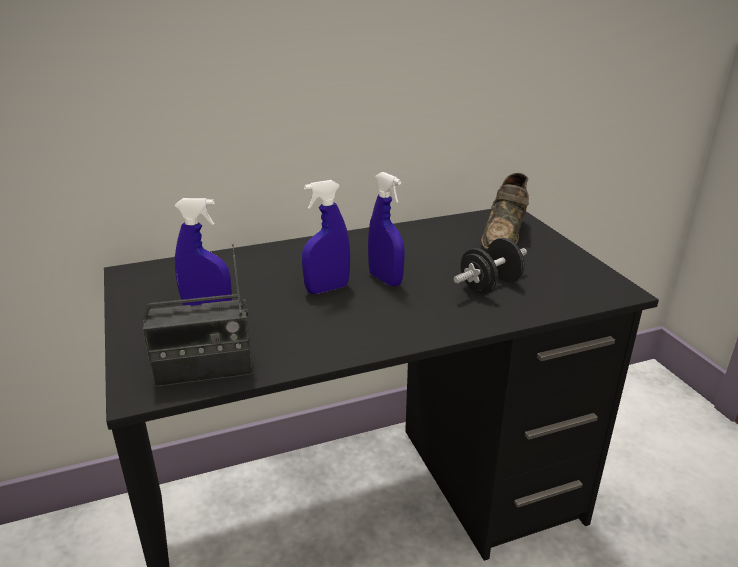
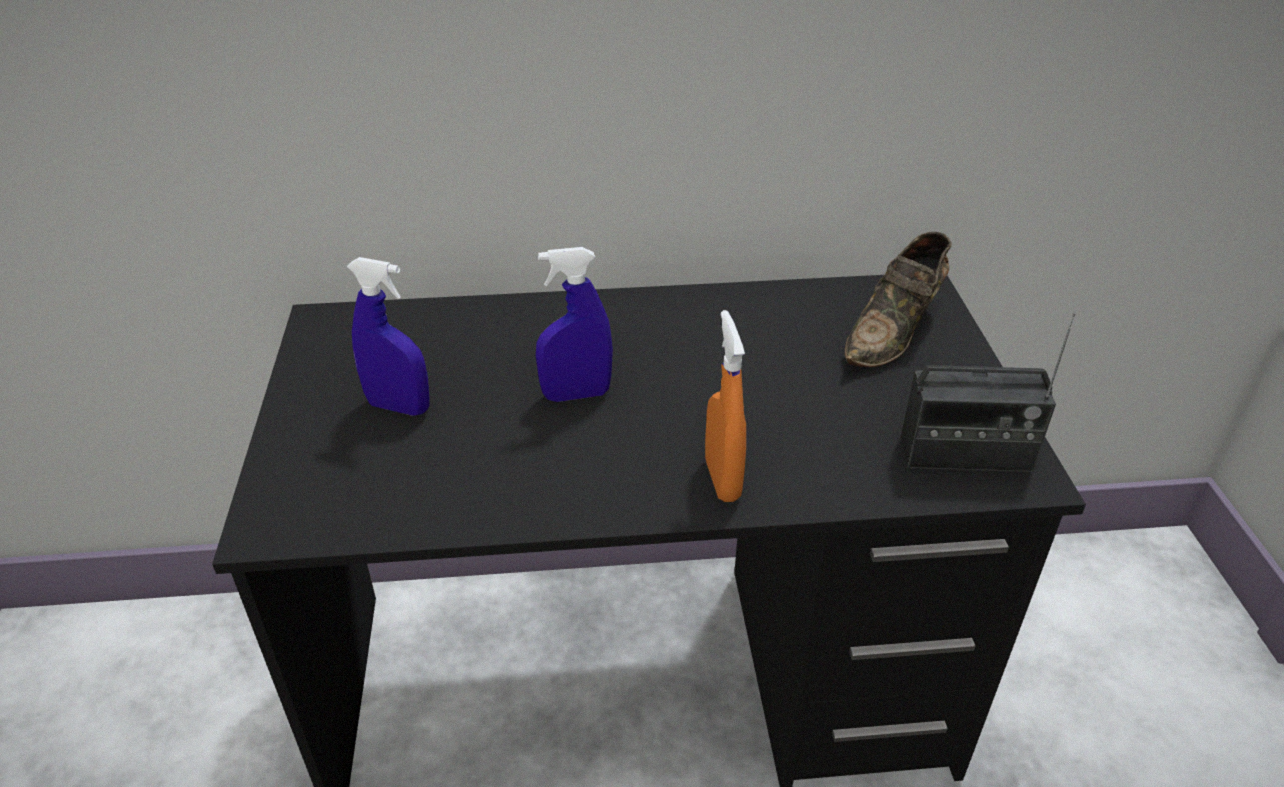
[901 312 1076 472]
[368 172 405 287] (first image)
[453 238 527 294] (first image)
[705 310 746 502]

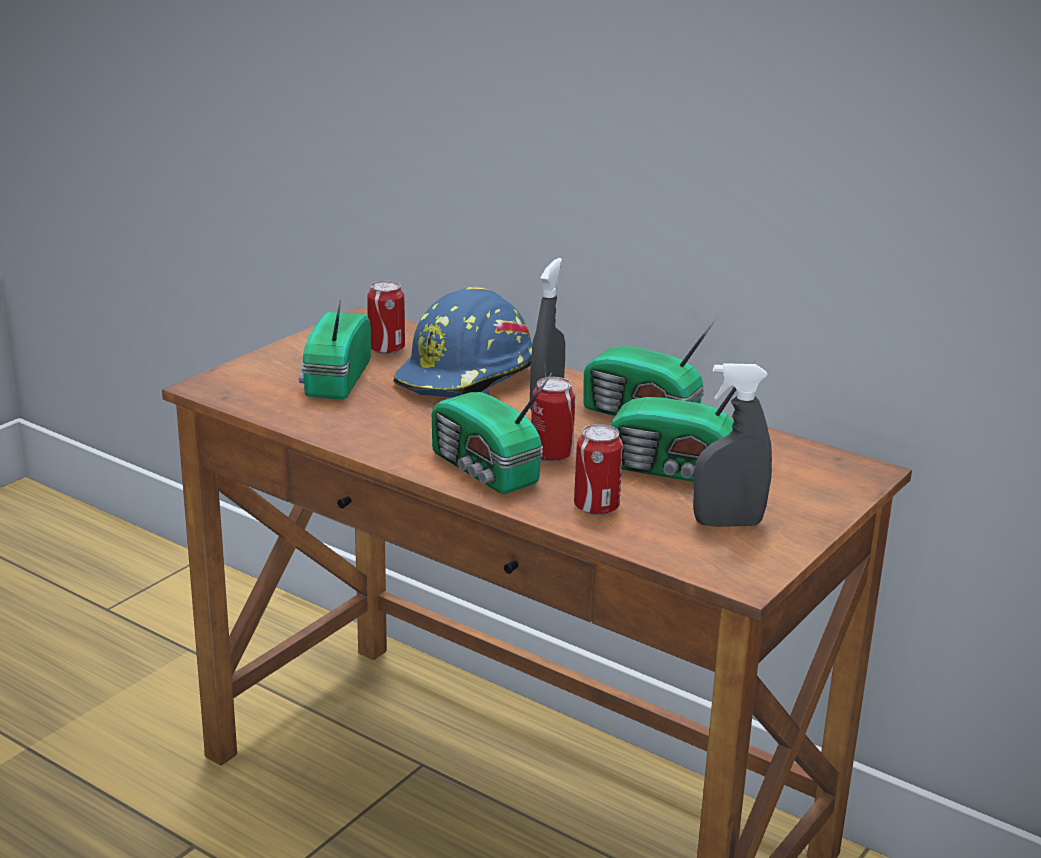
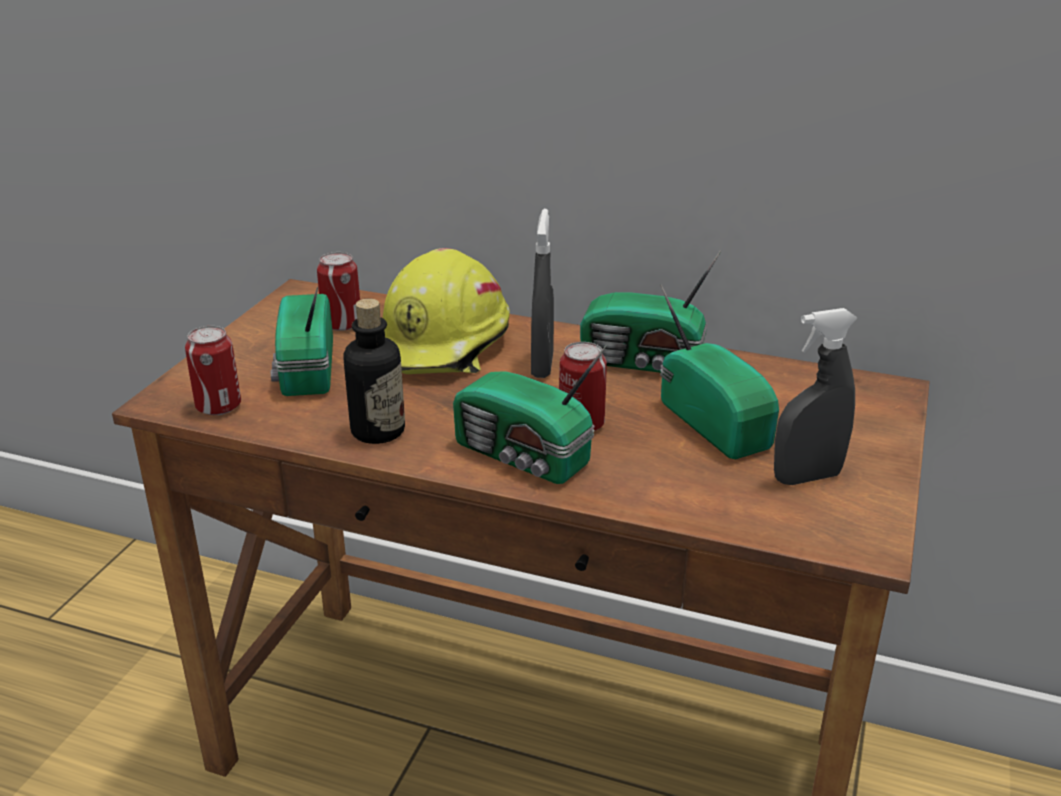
[383 248 510 374]
[185 326 241 415]
[660 284 779 459]
[343 298 405 444]

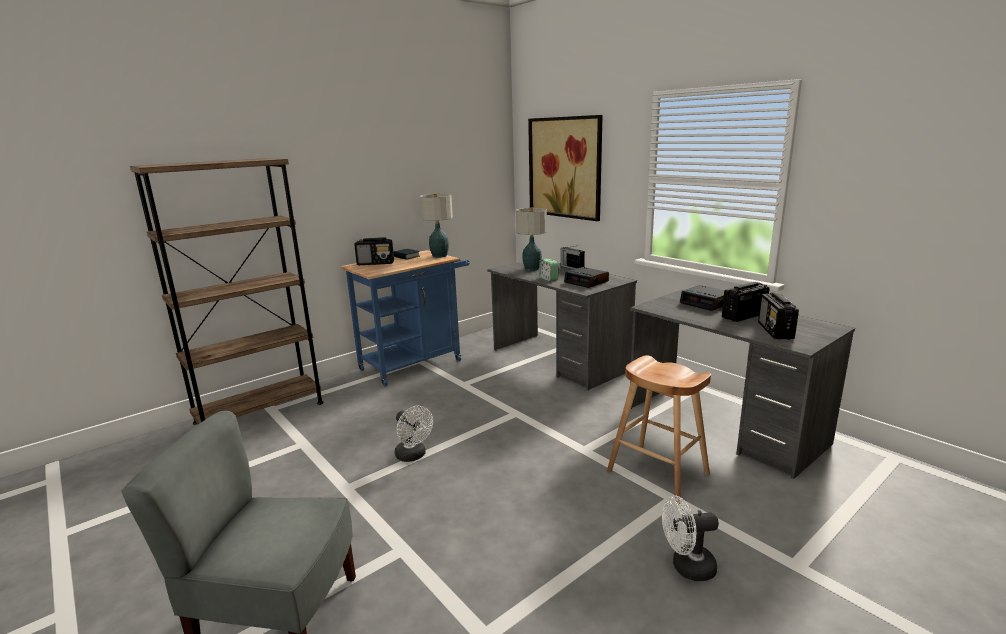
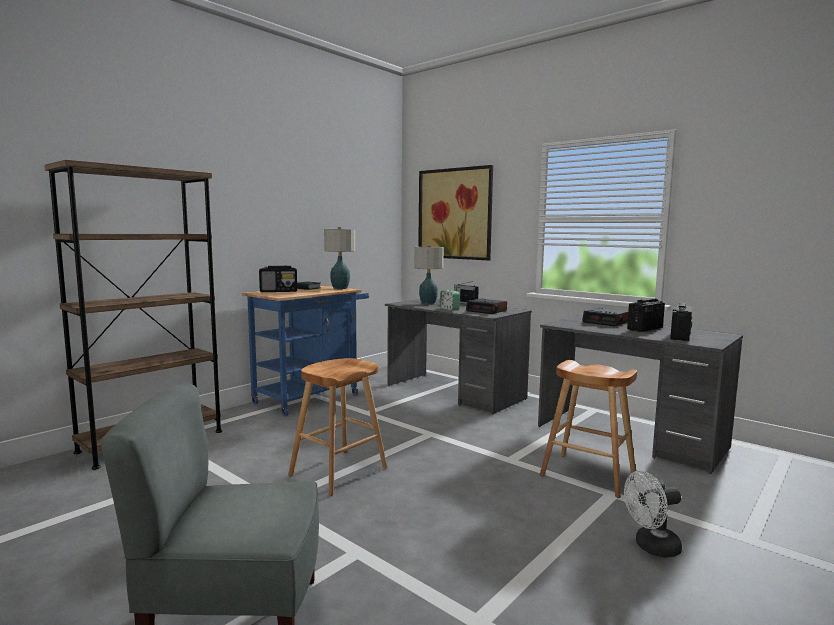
[288 358 387 496]
[670 303 692 341]

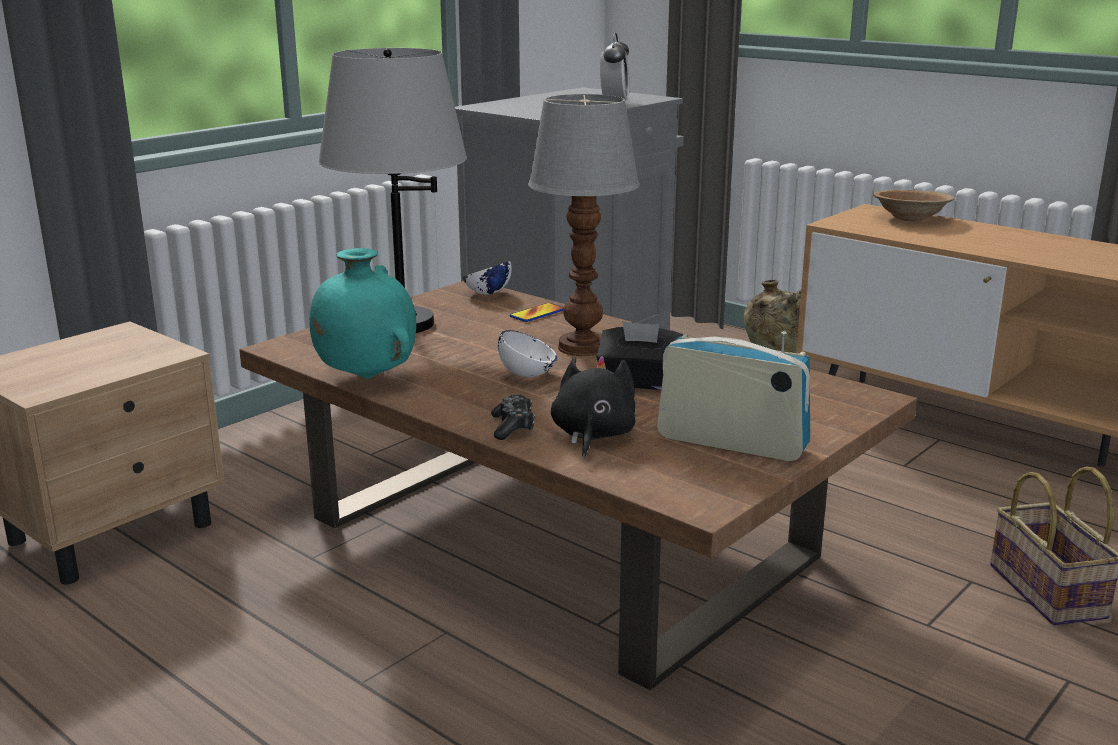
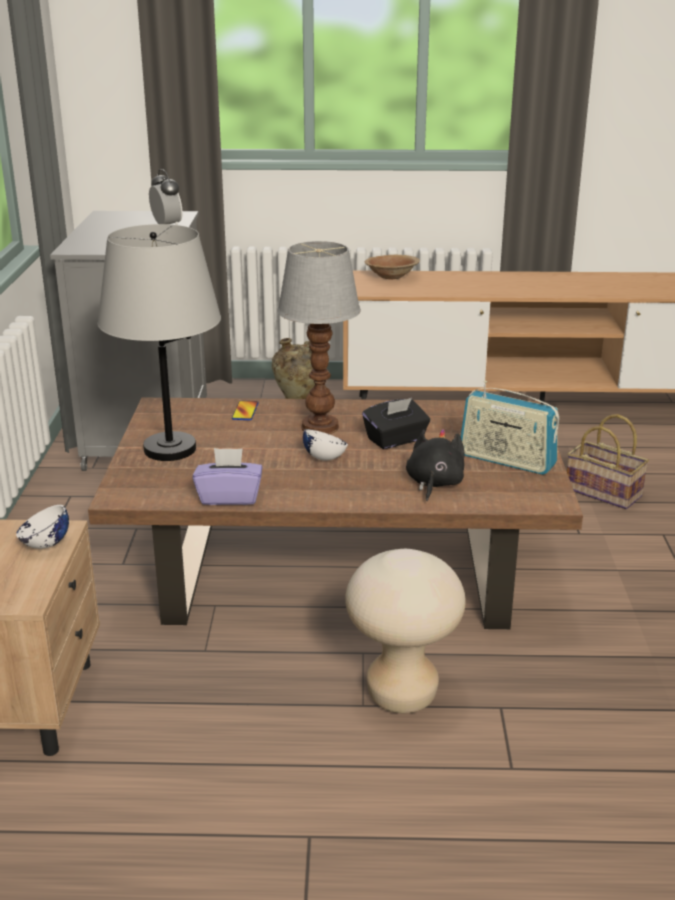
[192 448 263 505]
[16 505 69 549]
[491 395 535 440] (first image)
[406 429 464 501]
[461 381 559 475]
[345 549 466 713]

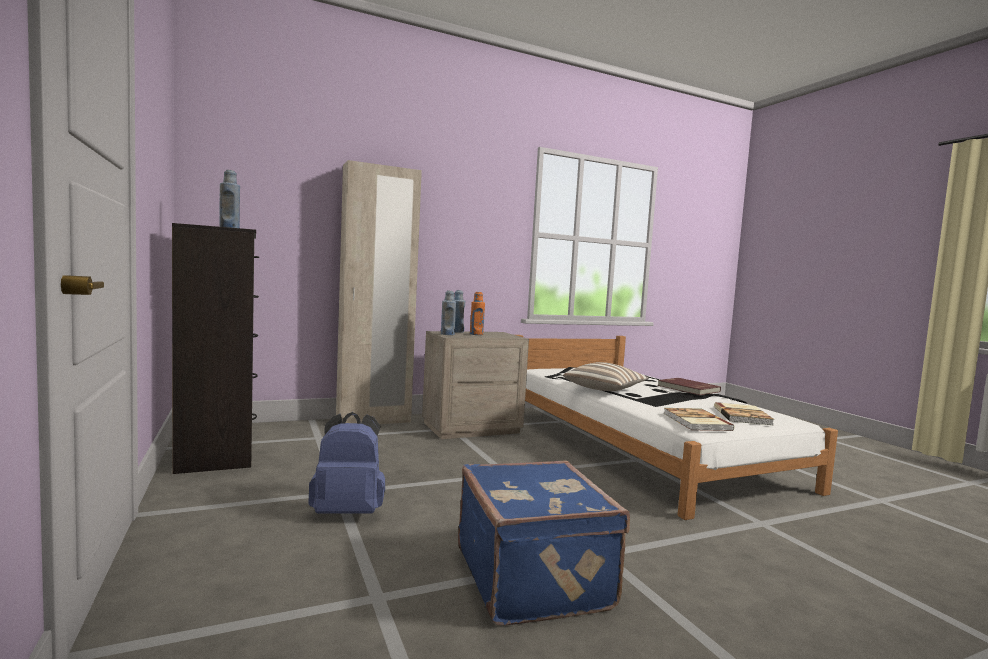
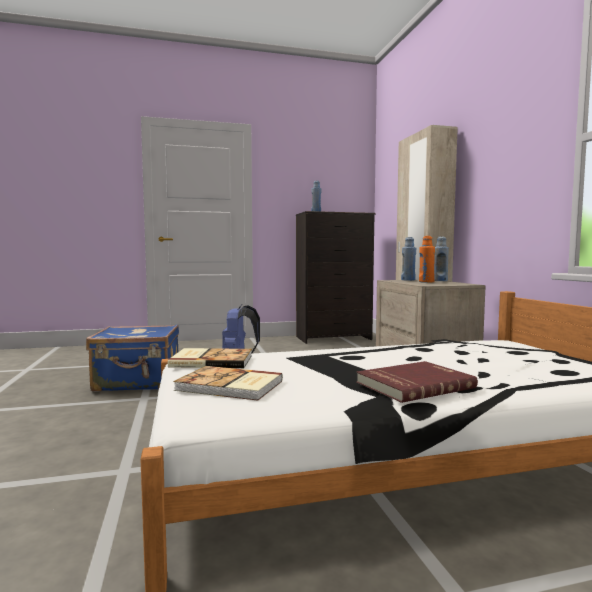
[563 362 649 391] (first image)

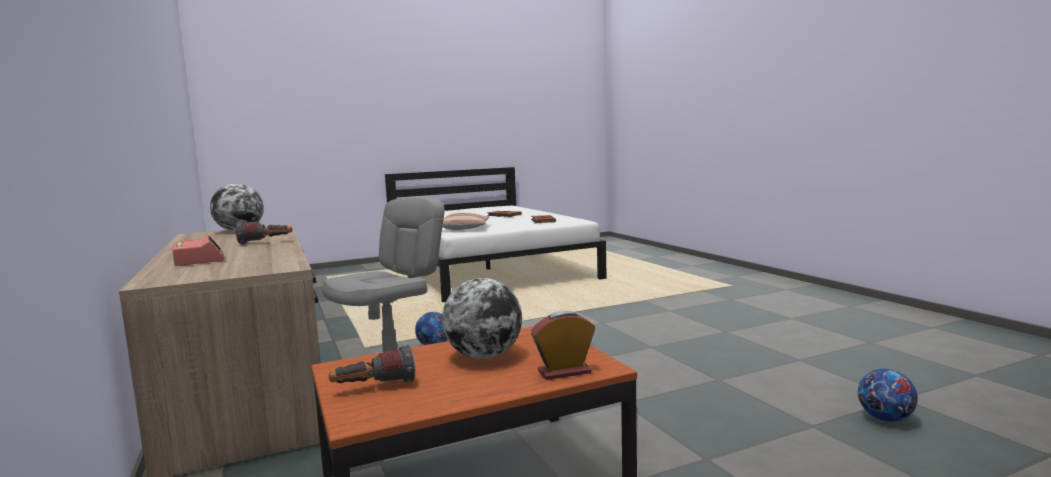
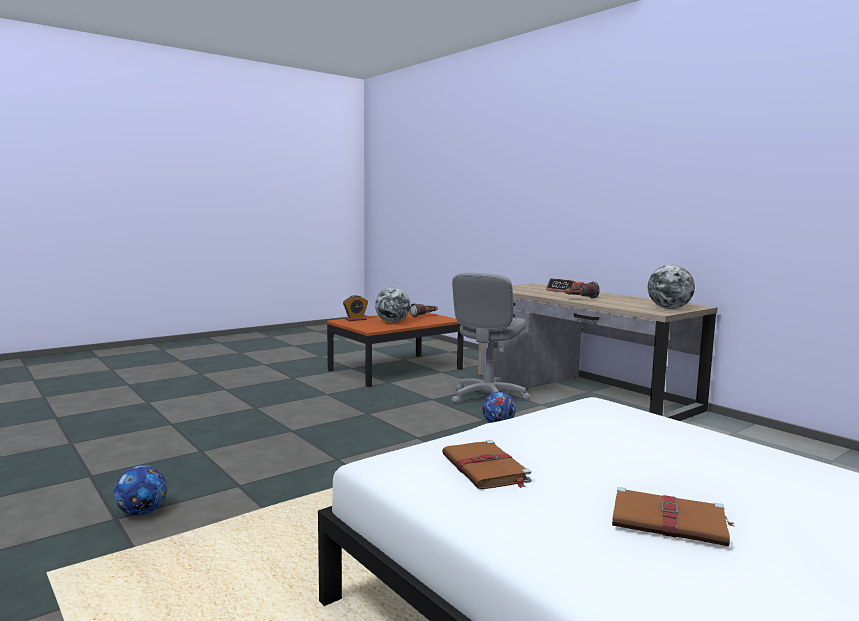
[442 213 489 230] (first image)
[114 465 167 516]

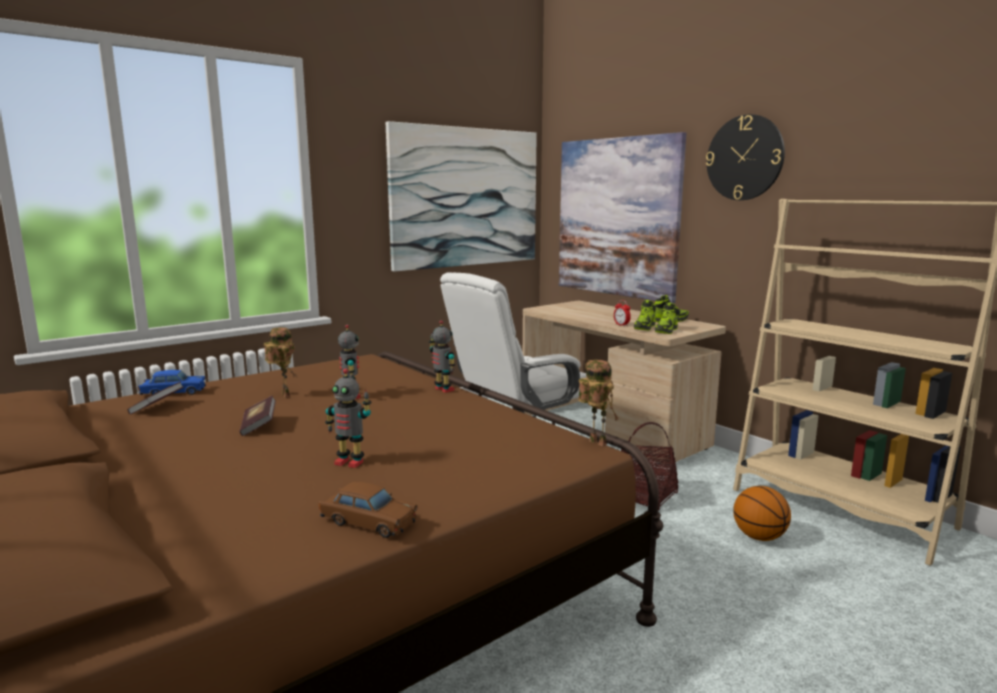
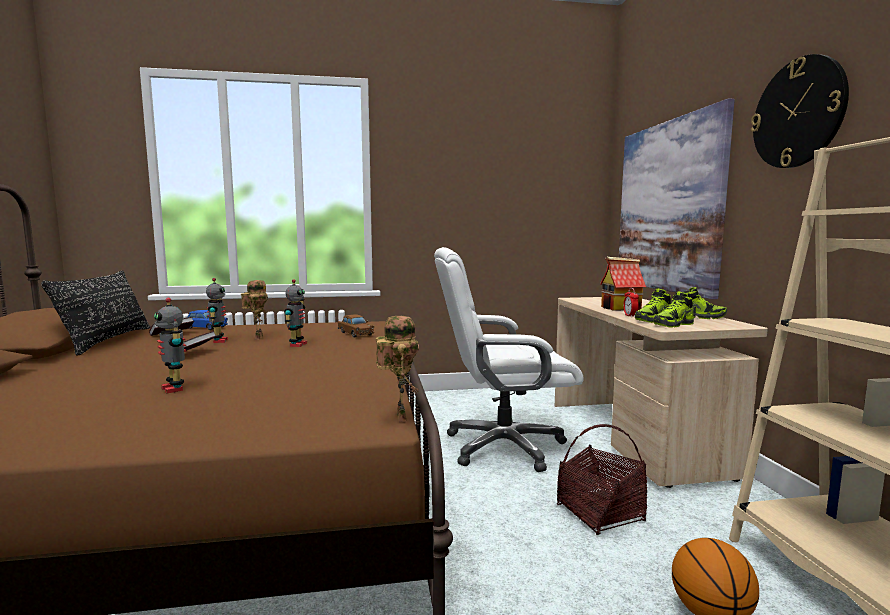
[338 315 374 338]
[386 121 537 272] (first image)
[206 278 228 343]
[41 270 150 356]
[600 257 646 311]

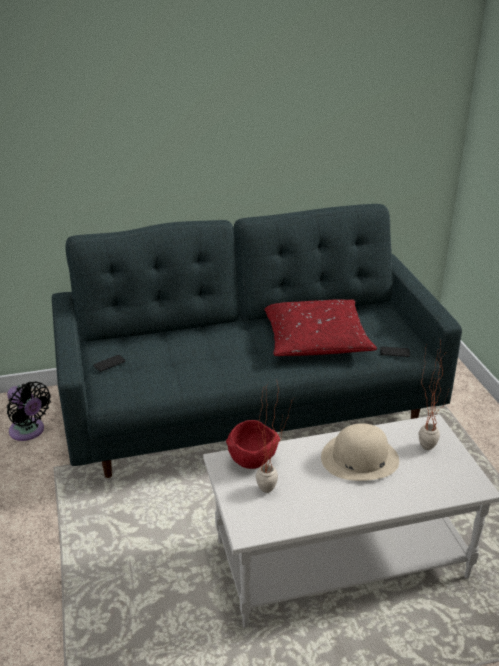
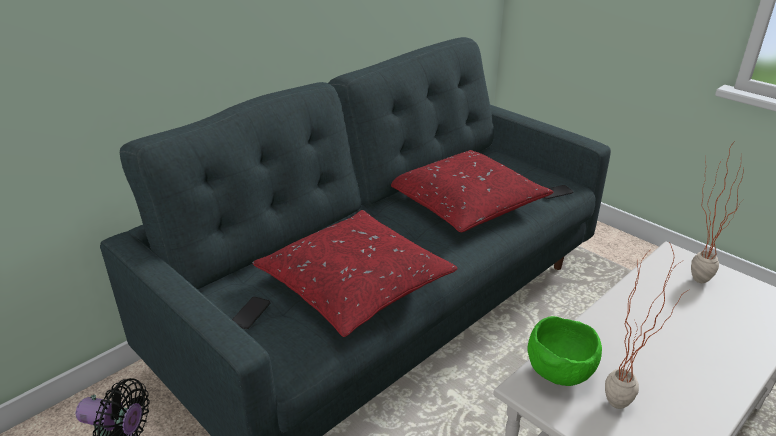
[528 316 602 386]
[321 423 399 481] (first image)
[252 210 457 337]

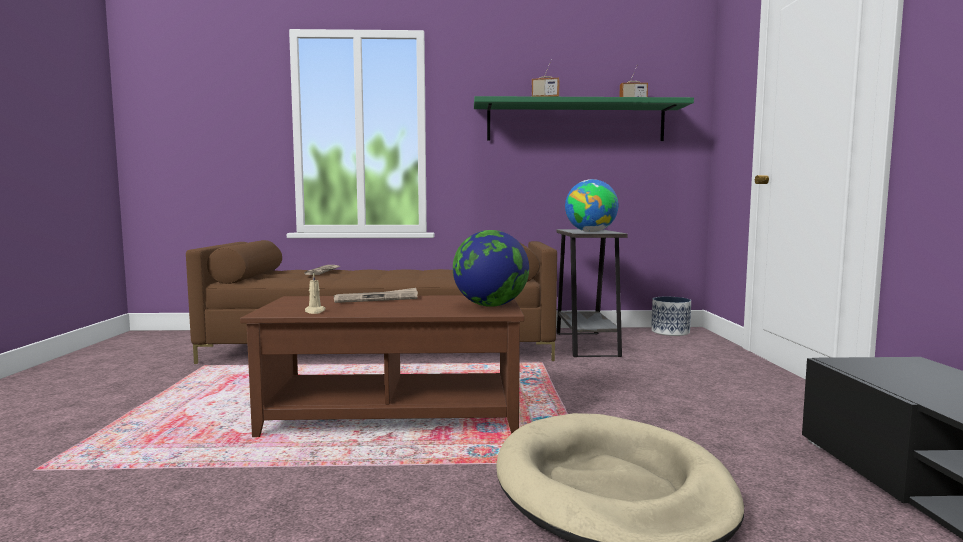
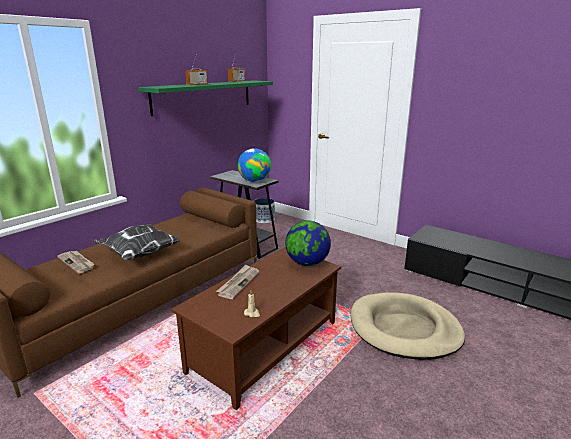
[92 224 181 260]

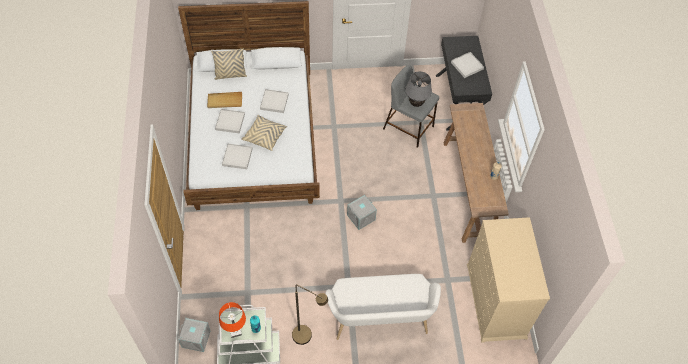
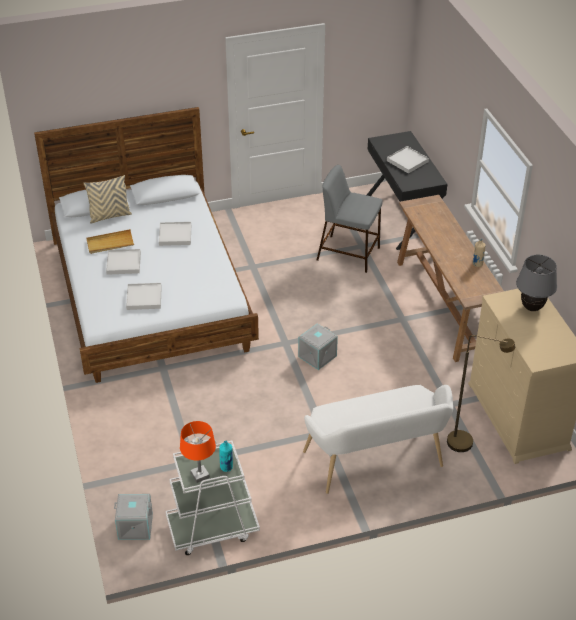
[242 115 287 151] (first image)
[447 335 515 452]
[516 254 557 311]

